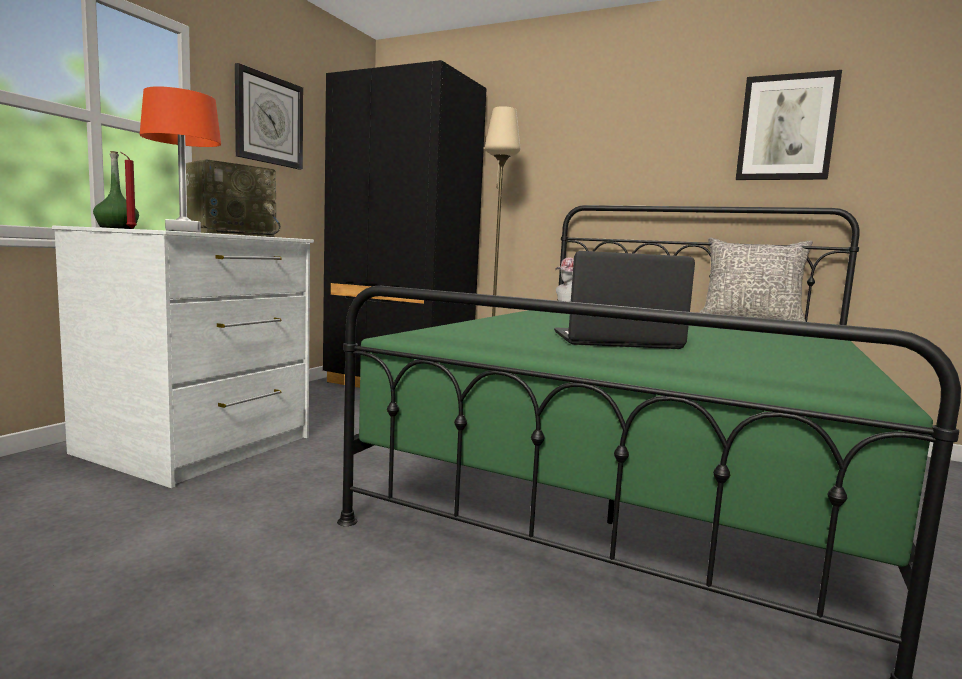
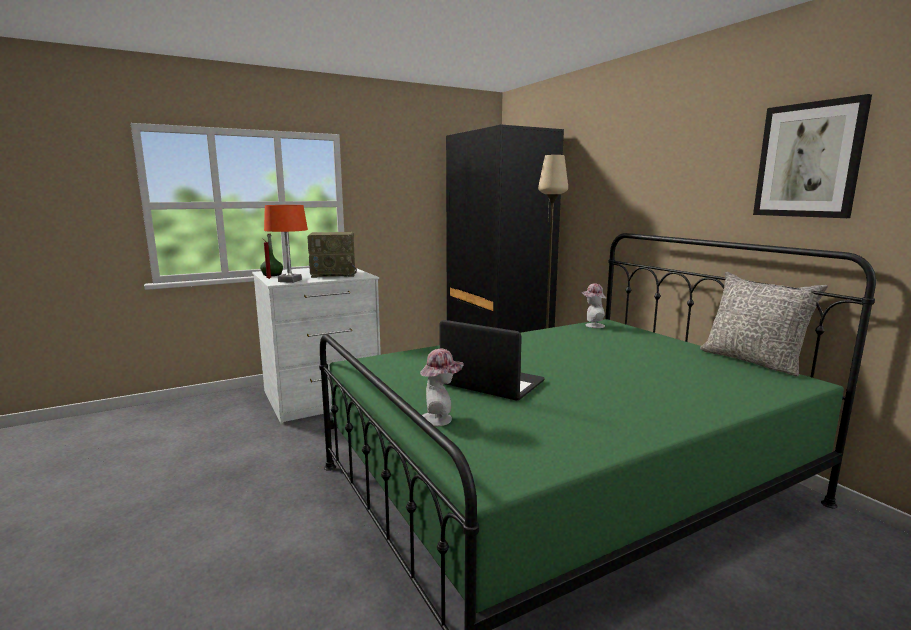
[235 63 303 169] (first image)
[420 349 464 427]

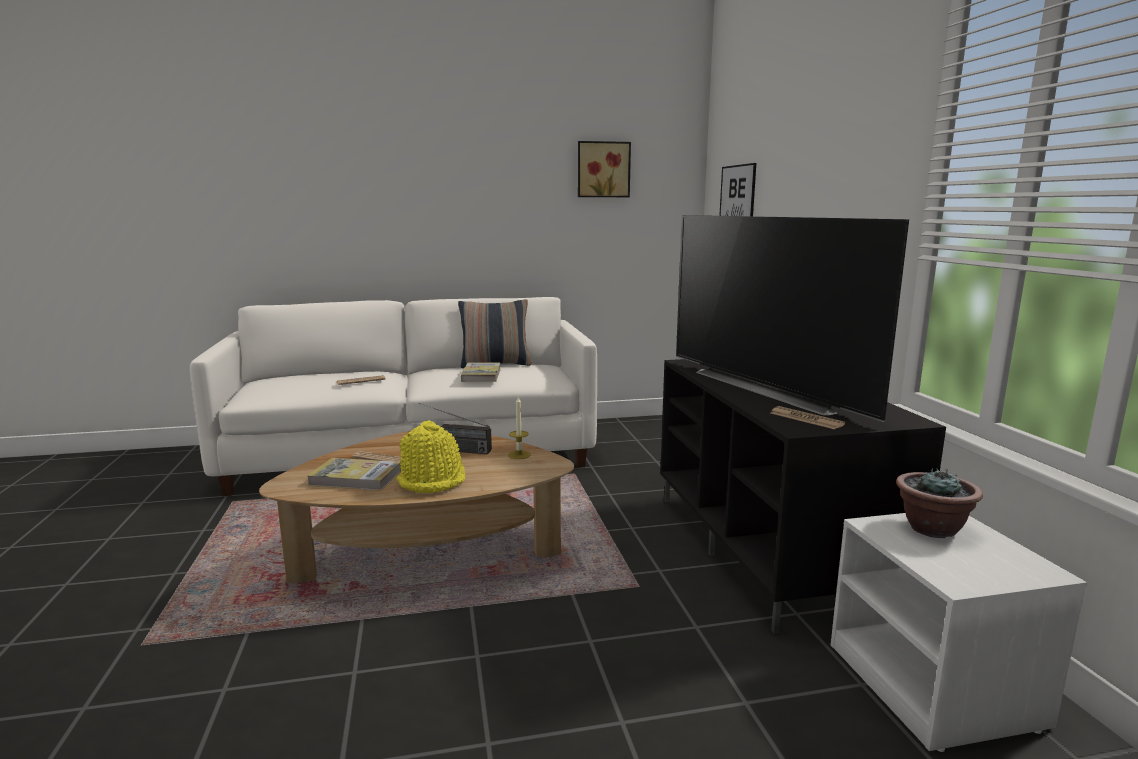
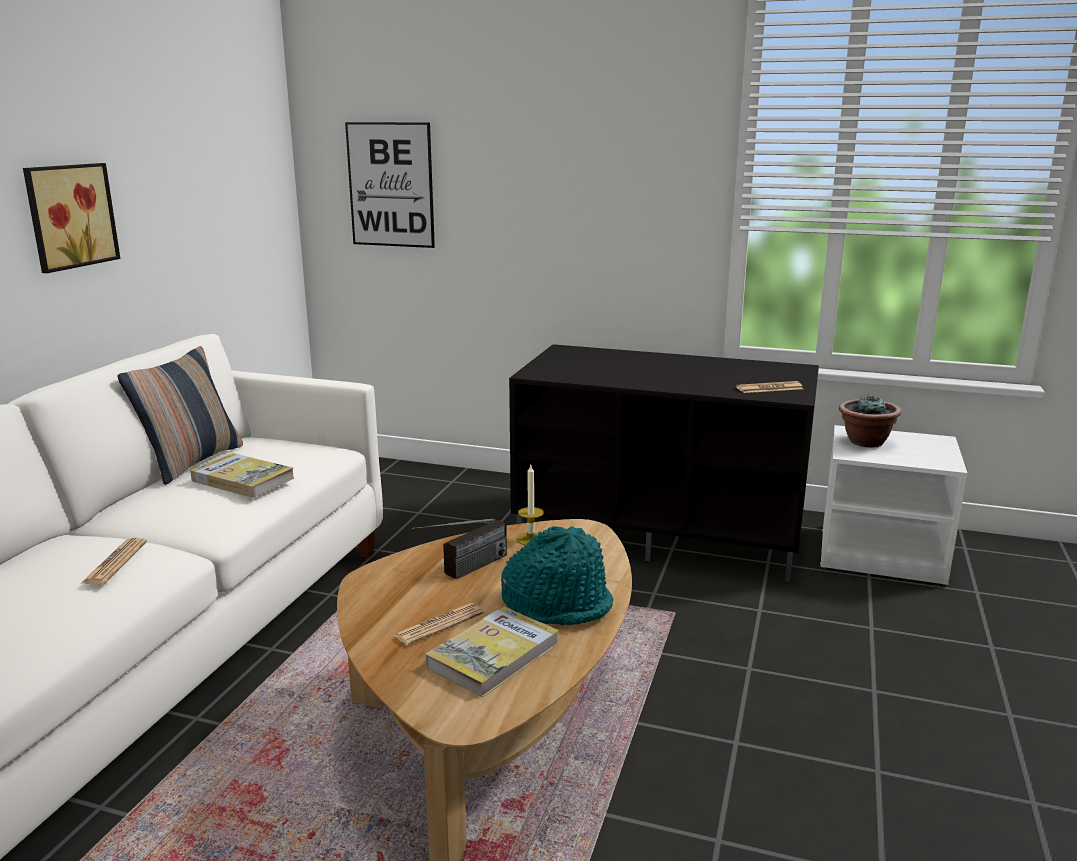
[501 526 613 625]
[23 163 120 273]
[676 215 909 422] (first image)

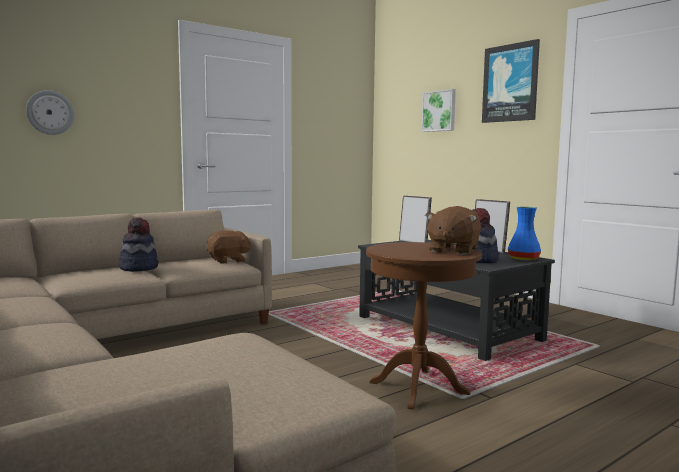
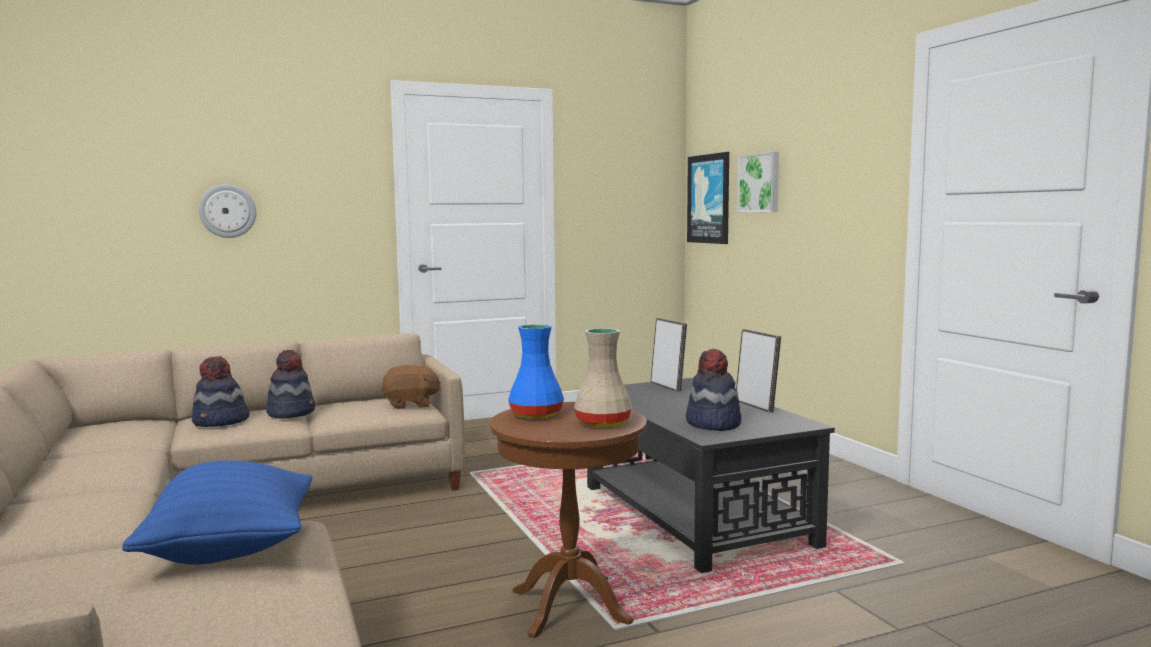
[574 328 632 427]
[687 152 729 244]
[508 324 564 419]
[122 461 312 565]
[192 356 250 427]

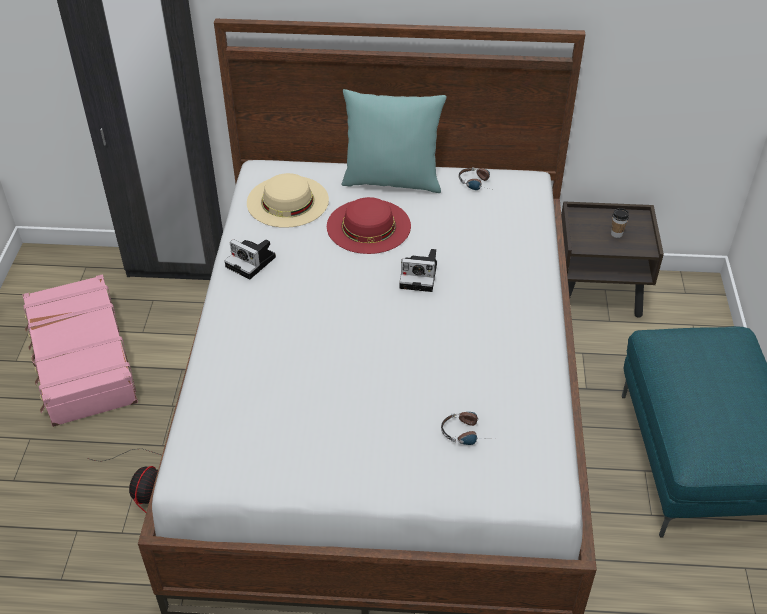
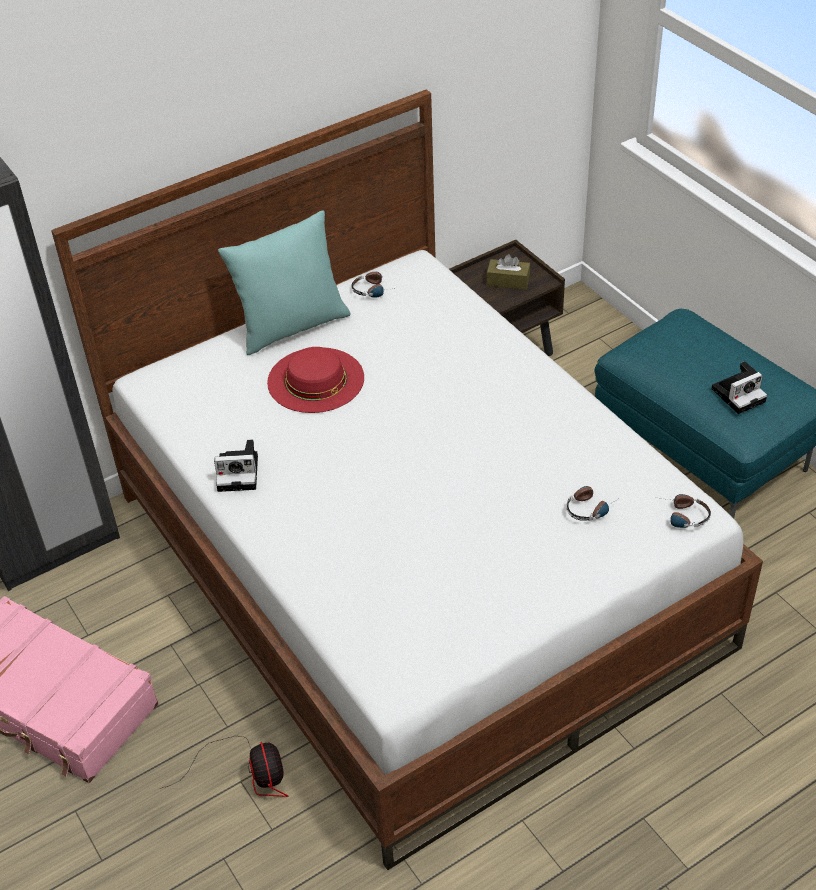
[247 173 329 228] (first image)
[712 361 767 414]
[487 254 530 290]
[662 494 711 528]

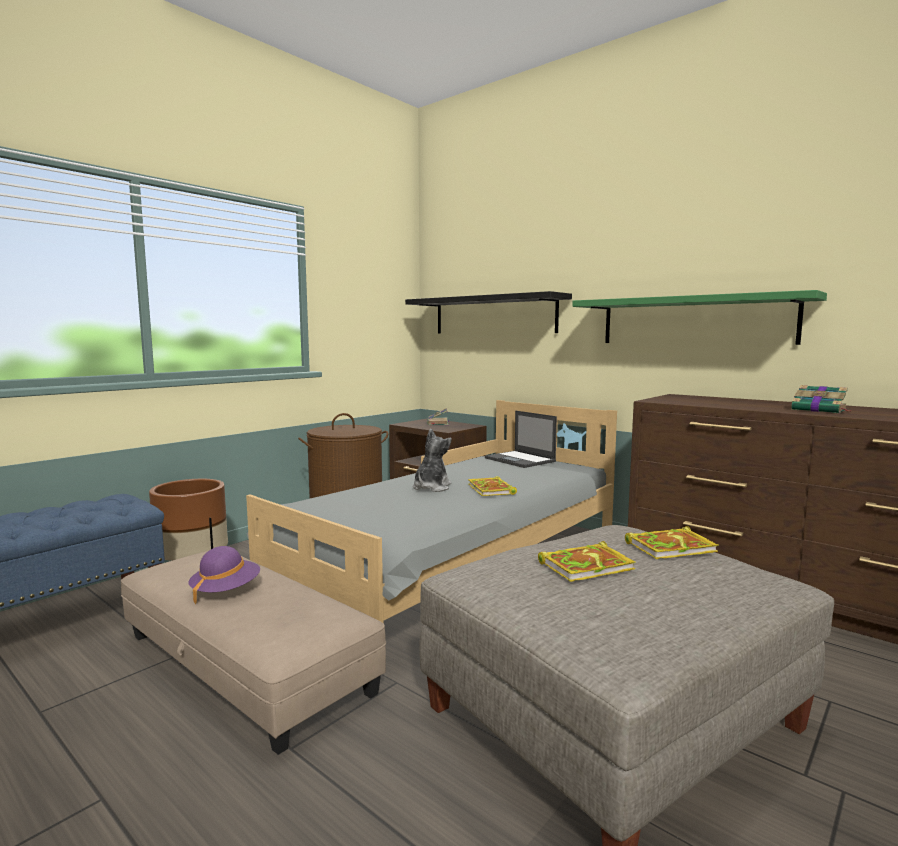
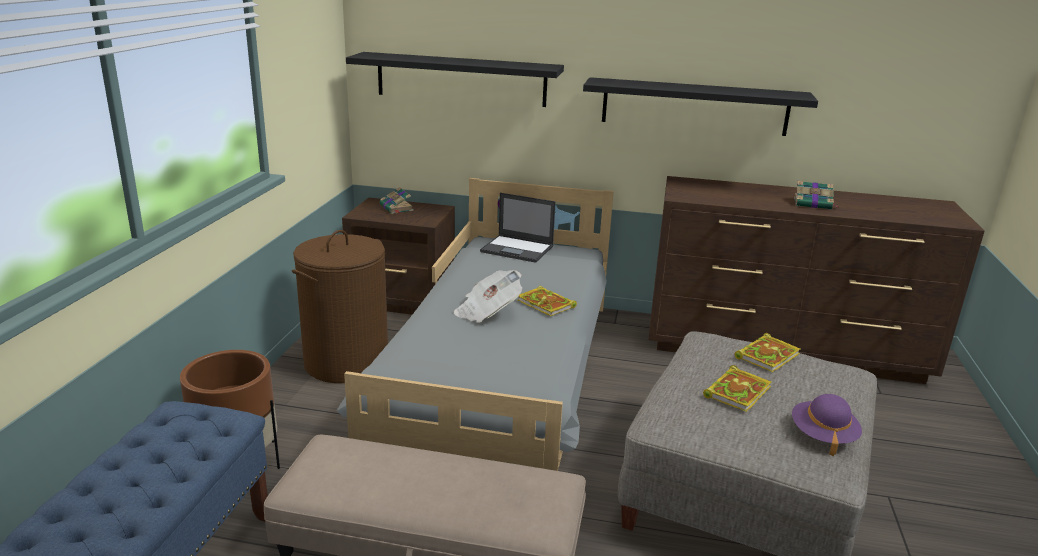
[792 394 862 456]
[454 270 522 323]
[583 77 818 136]

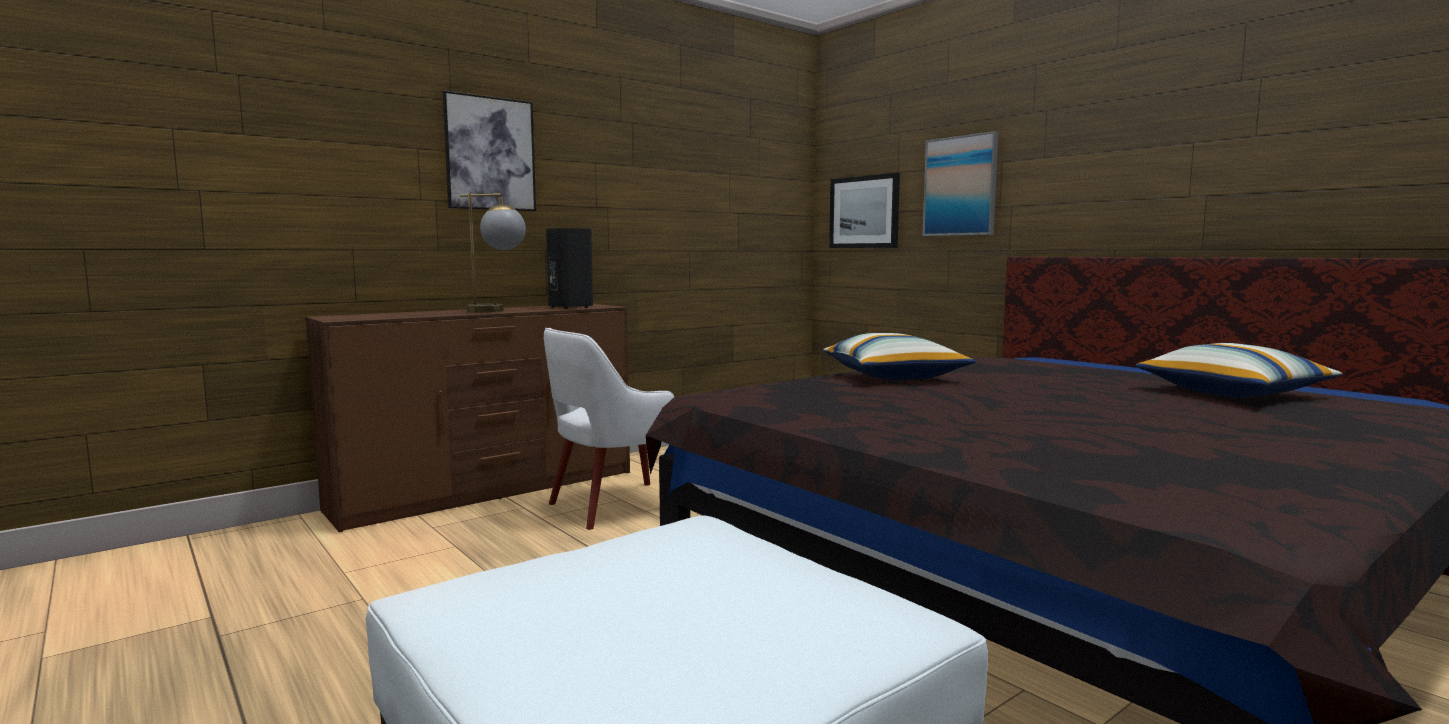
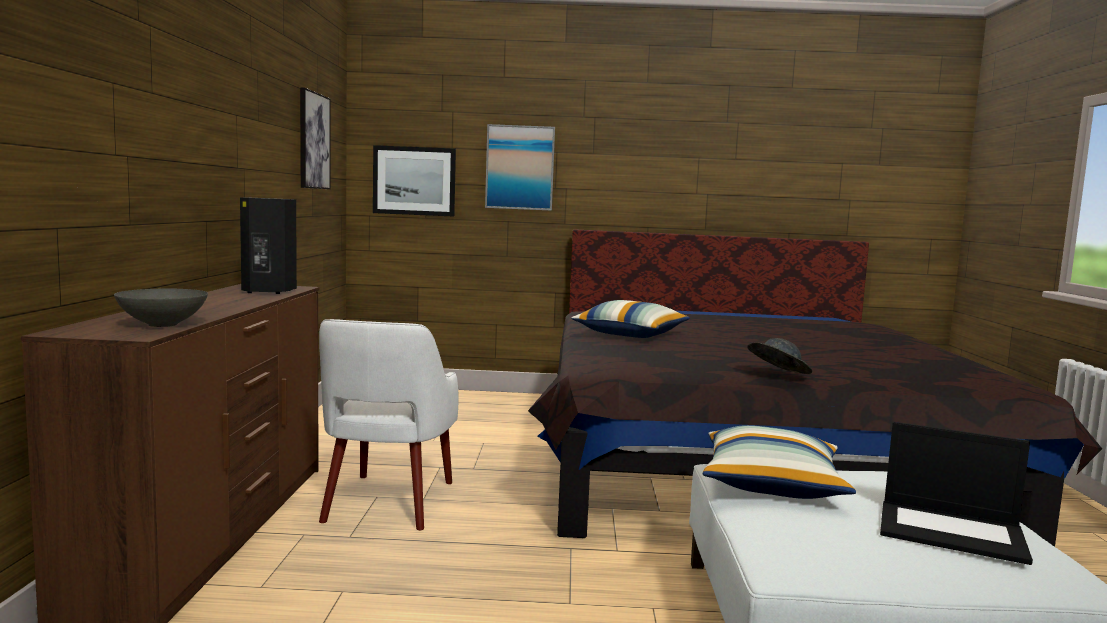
[300 87 330 189]
[460 193 526 312] (first image)
[703 425 856 499]
[114 289 208 327]
[747 338 812 374]
[880 422 1033 565]

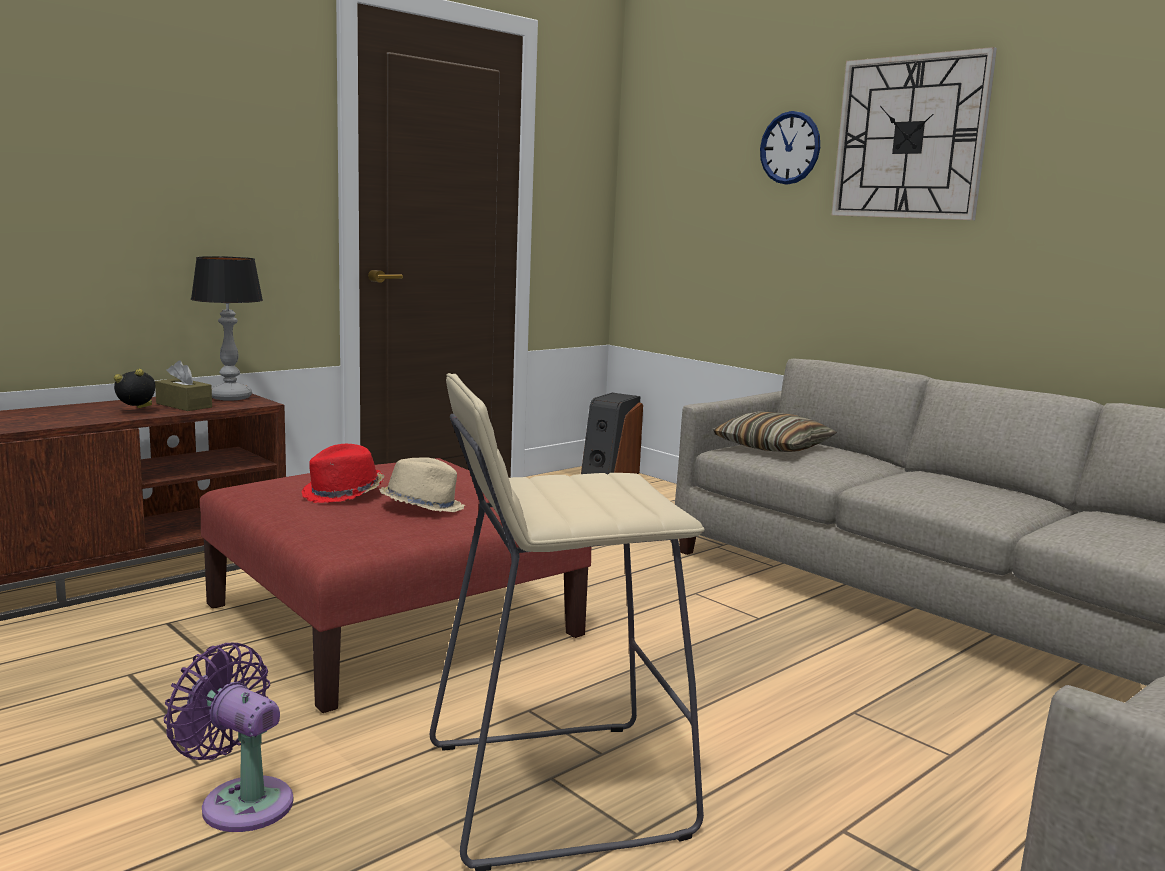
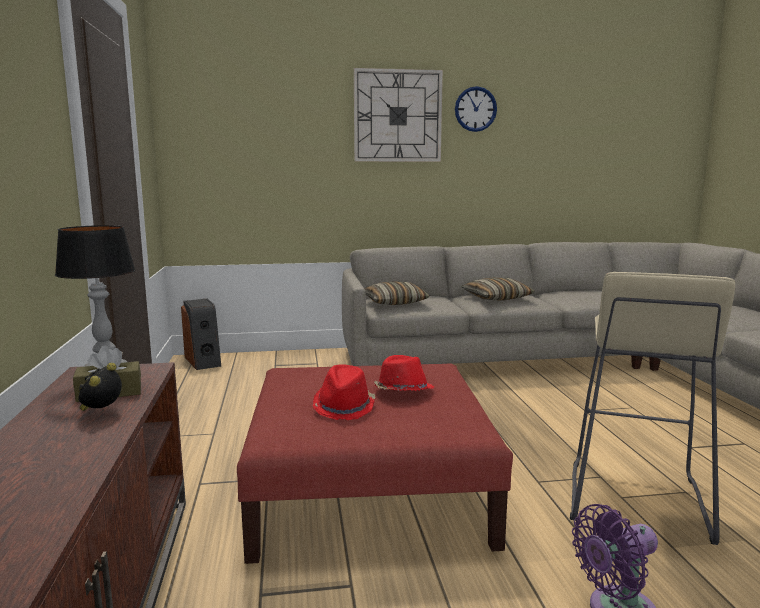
[374 355 435 391]
[455 86 497 132]
[461 278 535 300]

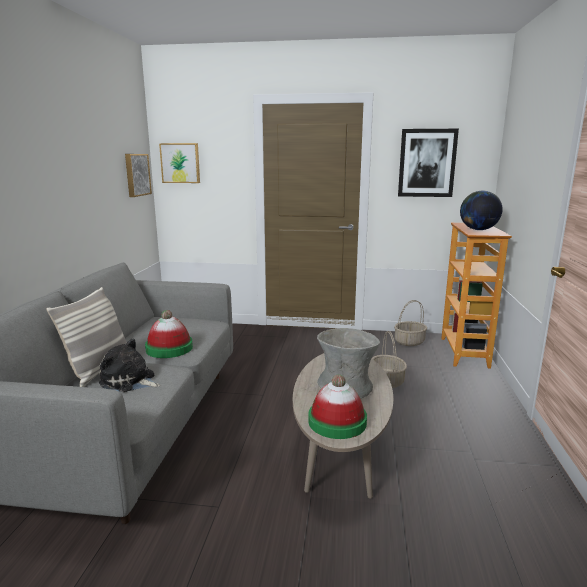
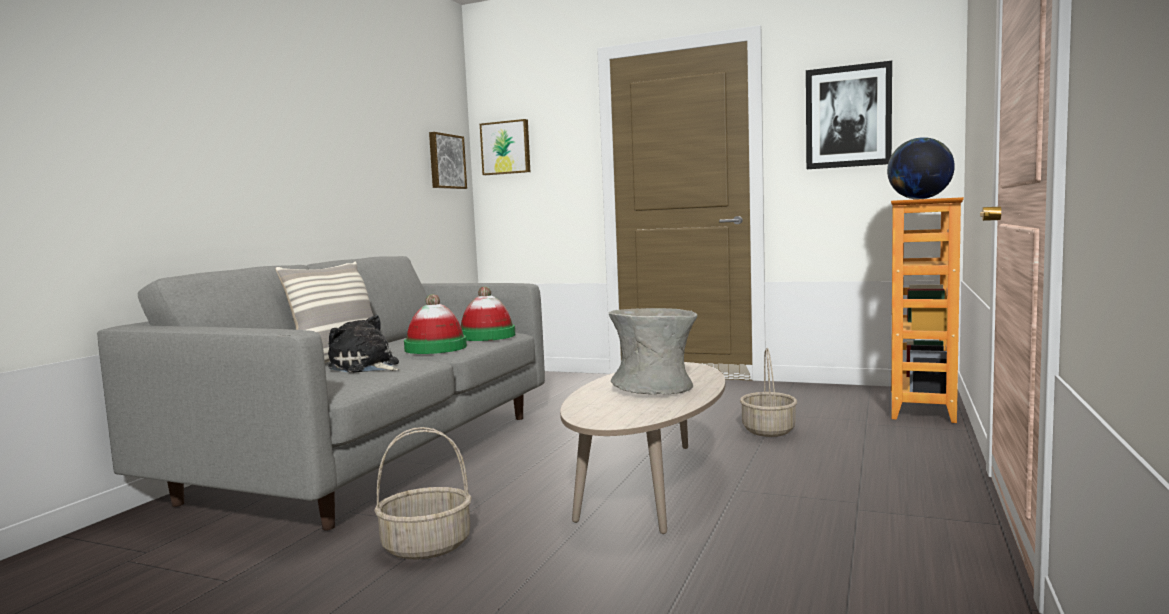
[461 286 515 341]
[374 427 472 560]

